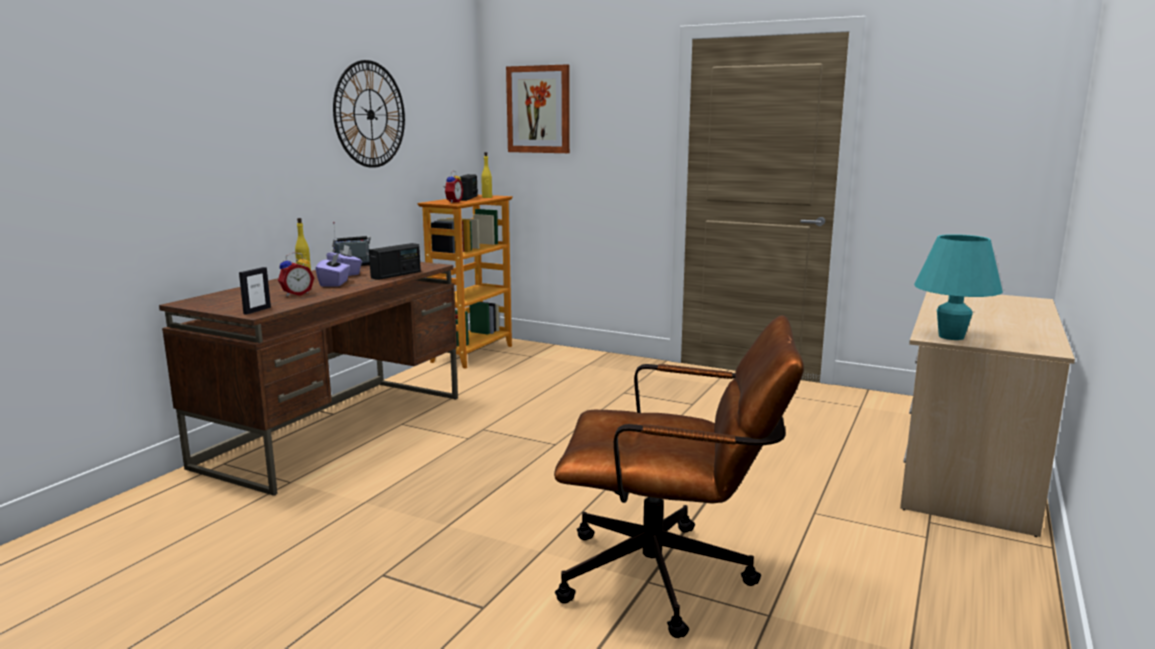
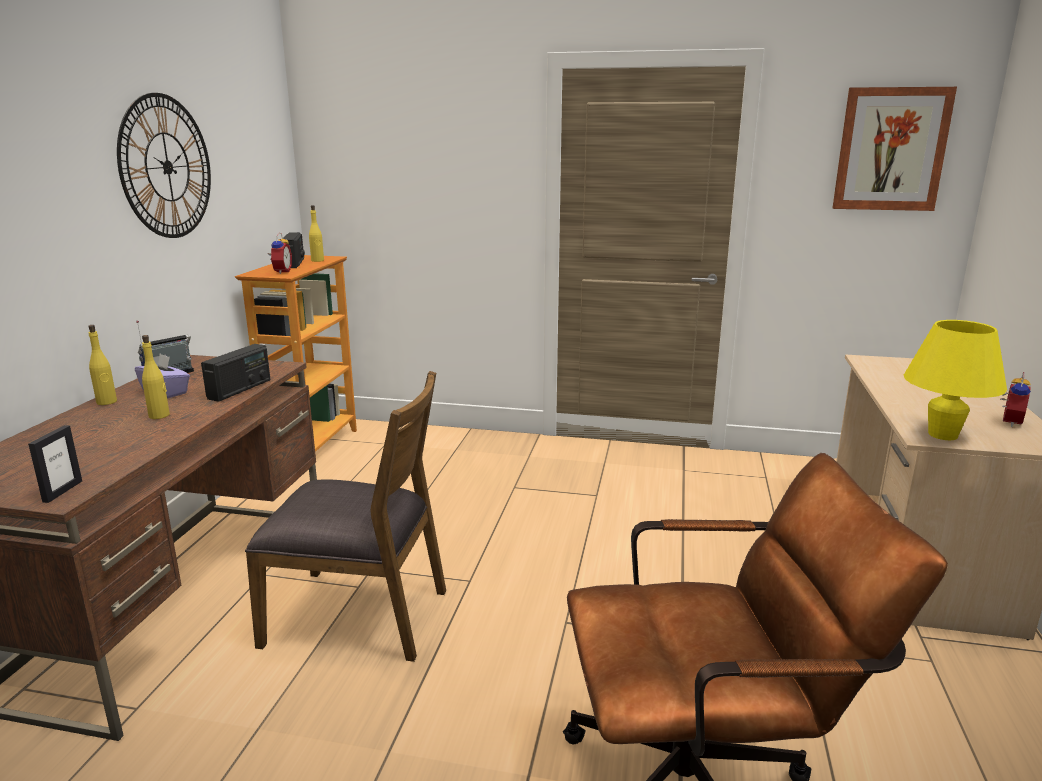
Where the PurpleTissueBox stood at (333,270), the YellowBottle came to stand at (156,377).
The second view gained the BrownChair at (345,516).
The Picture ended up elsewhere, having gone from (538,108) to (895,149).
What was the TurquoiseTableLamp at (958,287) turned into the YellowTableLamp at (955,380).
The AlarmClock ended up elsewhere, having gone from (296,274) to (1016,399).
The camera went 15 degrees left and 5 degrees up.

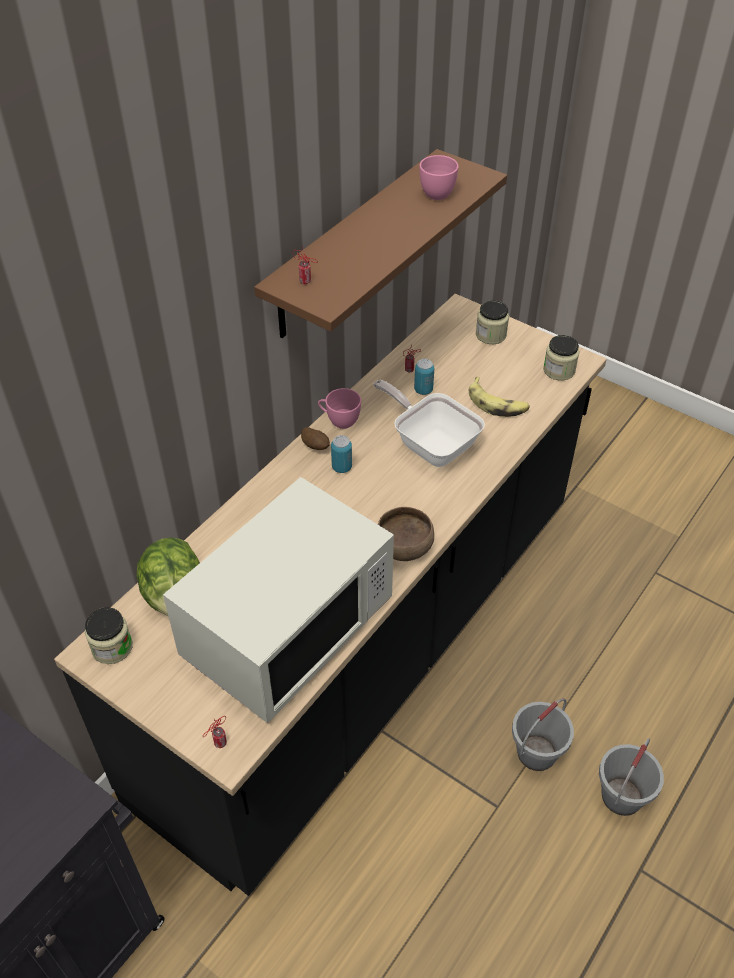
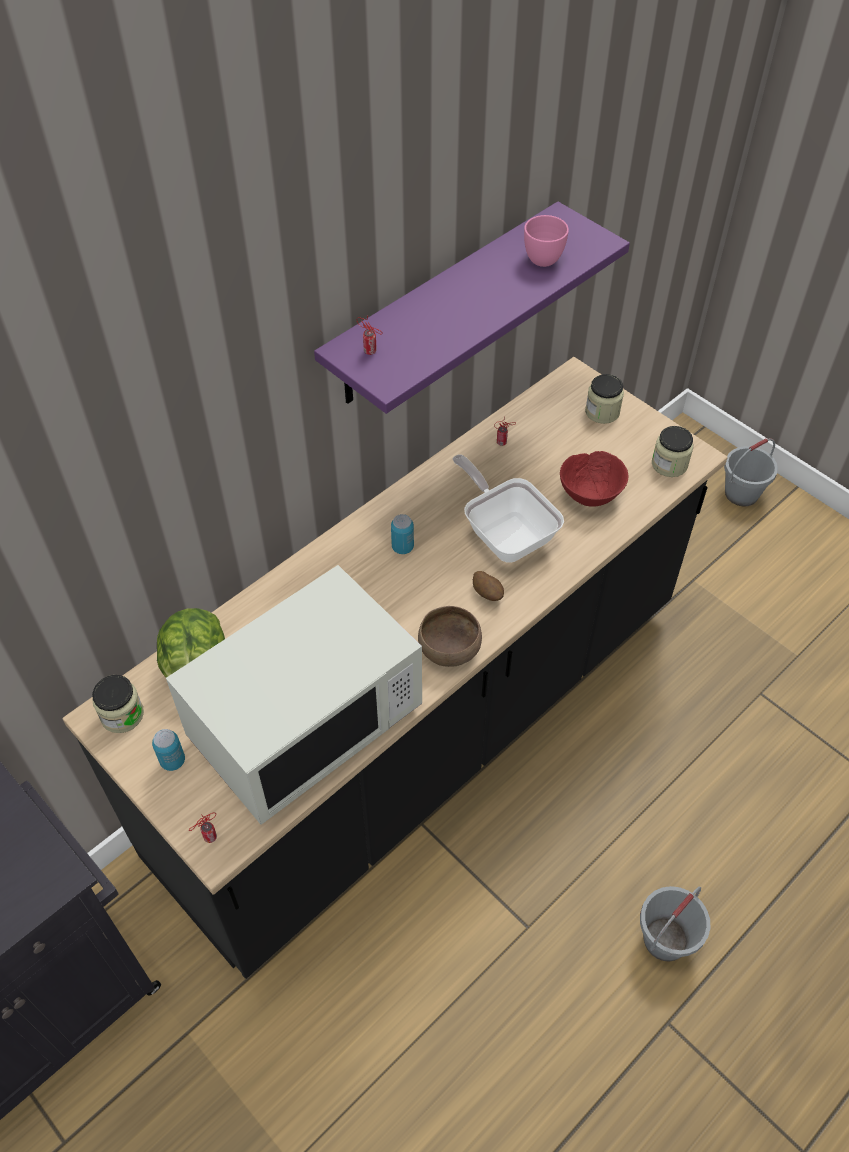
The Can ended up elsewhere, having gone from (424,377) to (168,750).
What was the BrownShelf at (380,243) turned into the PurpleShelf at (472,307).
The Potato ended up elsewhere, having gone from (315,438) to (488,586).
Where the Banana stood at (499,397), the RedBowl came to stand at (594,479).
The GreyBucket ended up elsewhere, having gone from (543,734) to (751,472).
The second view lost the PinkCup at (339,408).
The camera went 10 degrees right and 5 degrees up.

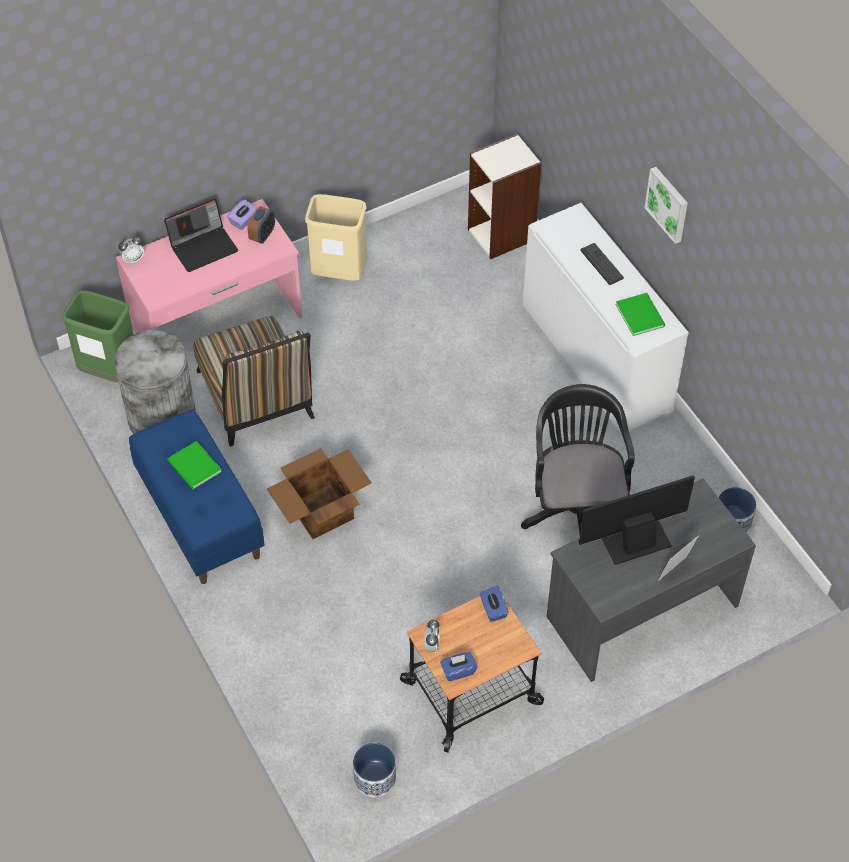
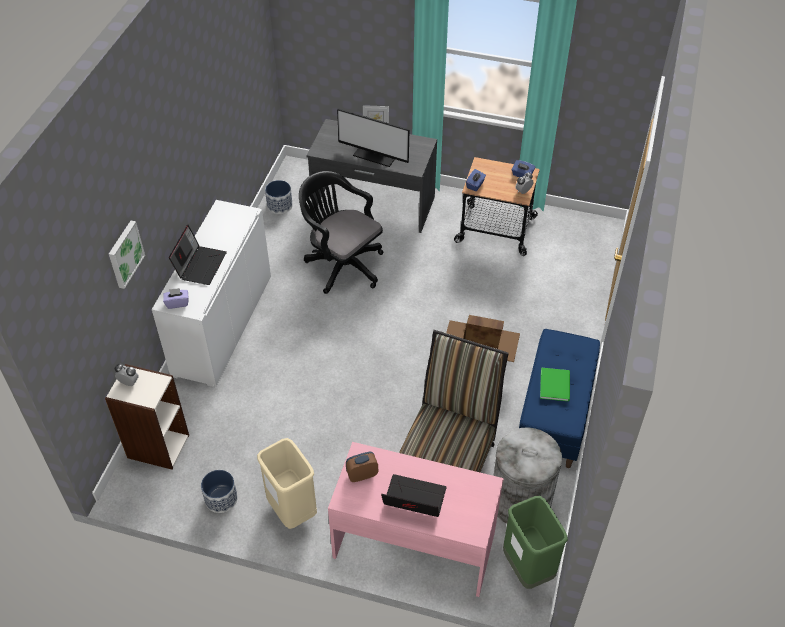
The Picture ended up elsewhere, having gone from (666,205) to (127,255).
The AlarmClock ended up elsewhere, having gone from (131,250) to (127,374).
The PurpleTissueBox ended up elsewhere, having gone from (242,214) to (176,298).
Where the Keyboard stood at (602,264), the Laptop came to stand at (198,255).
The Planter ended up elsewhere, having gone from (374,770) to (219,491).
The BlackOfficeChair at (578,458) ended up facing another way, 90 degrees clockwise from before.
The second view lost the GreenBook at (640,314).
The camera went 135 degrees left and 5 degrees down.

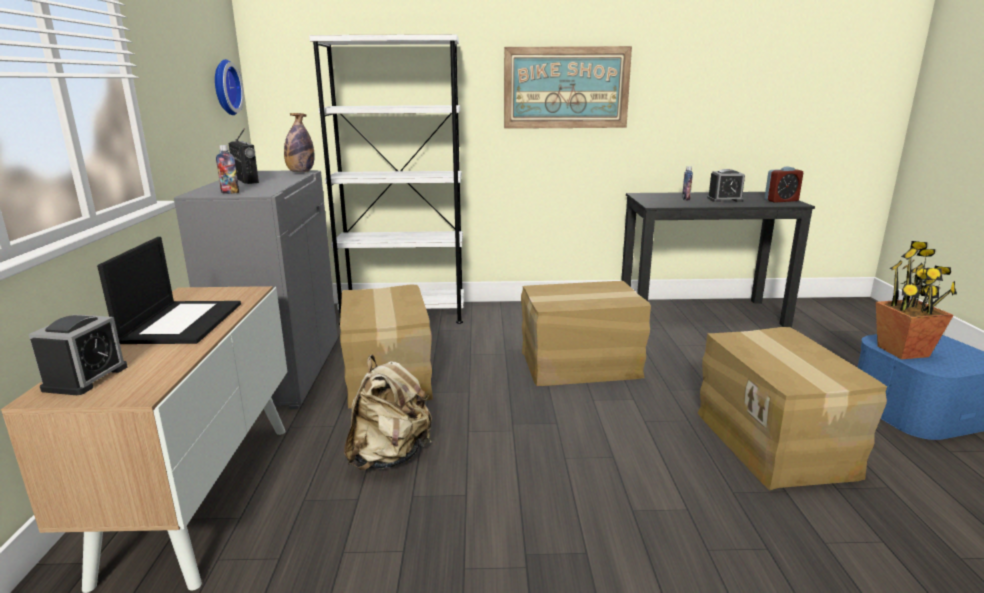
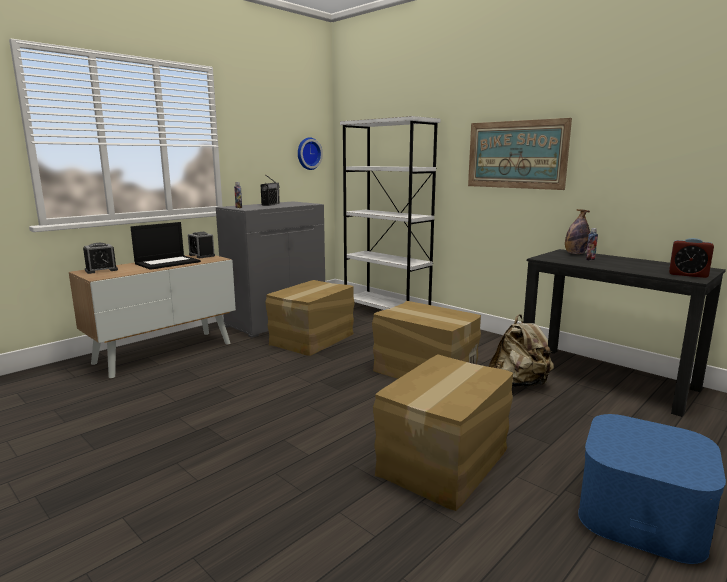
The AlarmClock ended up elsewhere, having gone from (726,185) to (201,245).
The BeigeBackpack ended up elsewhere, having gone from (388,412) to (521,350).
The Bottle ended up elsewhere, having gone from (299,142) to (577,231).
The second view lost the PottedPlant at (916,300).
The camera went 45 degrees right and 5 degrees down.

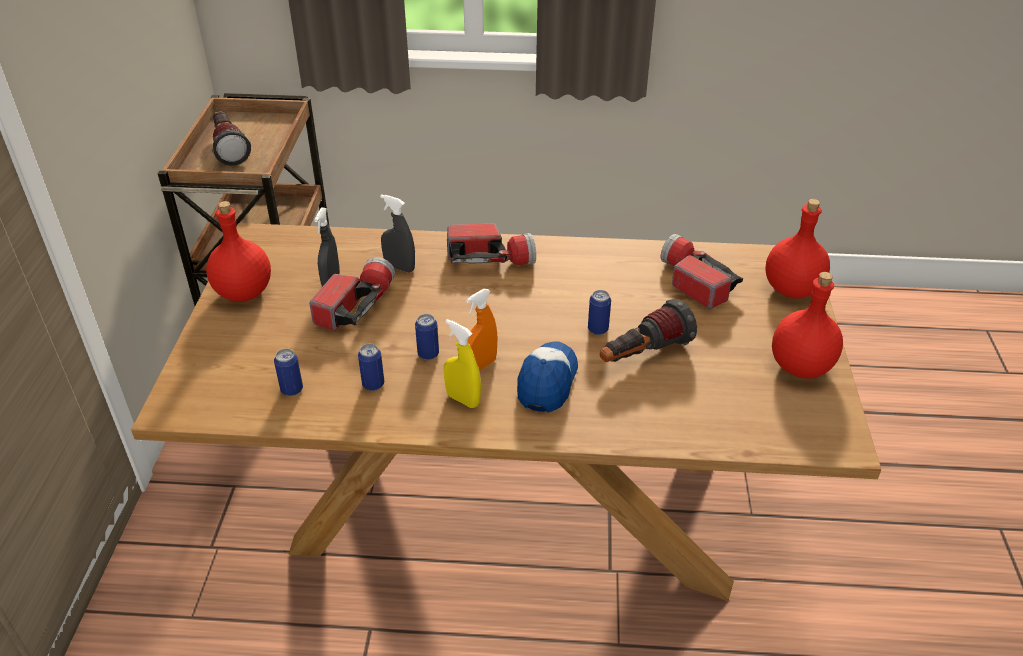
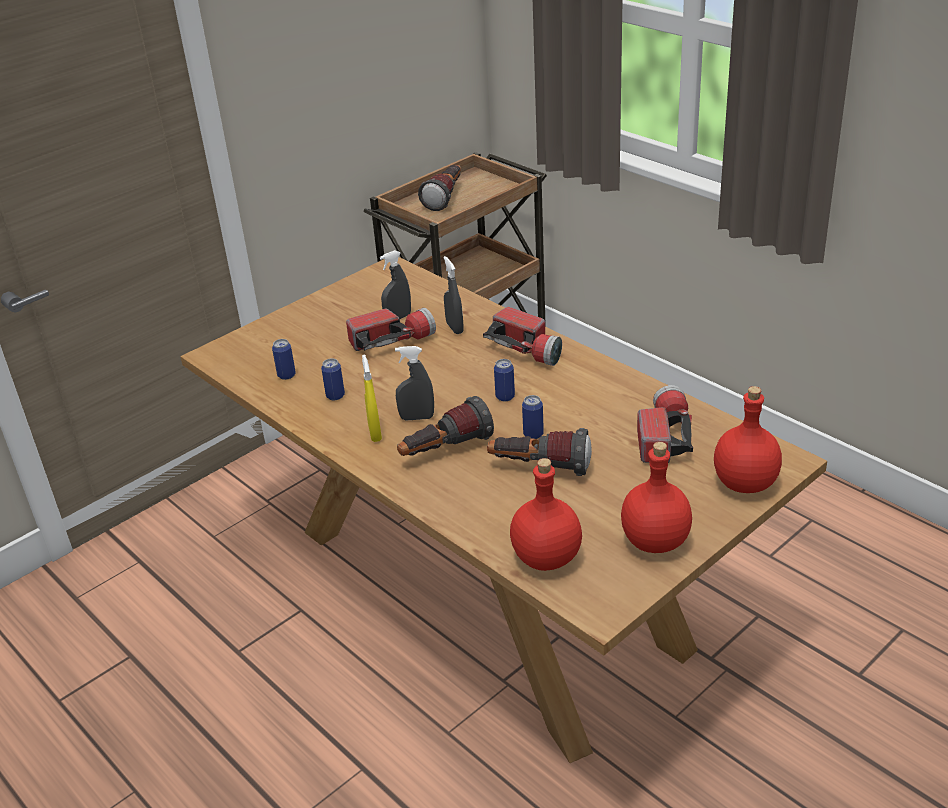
What was the OrangeSprayBottle at (482,330) turned into the GreySprayBottle at (414,383).
Where the Cap stood at (547,377), the Flashlight came to stand at (445,426).
The Can ended up elsewhere, having gone from (427,337) to (504,380).
The RedBottle ended up elsewhere, having gone from (238,251) to (546,514).
The camera went 45 degrees right and 5 degrees down.

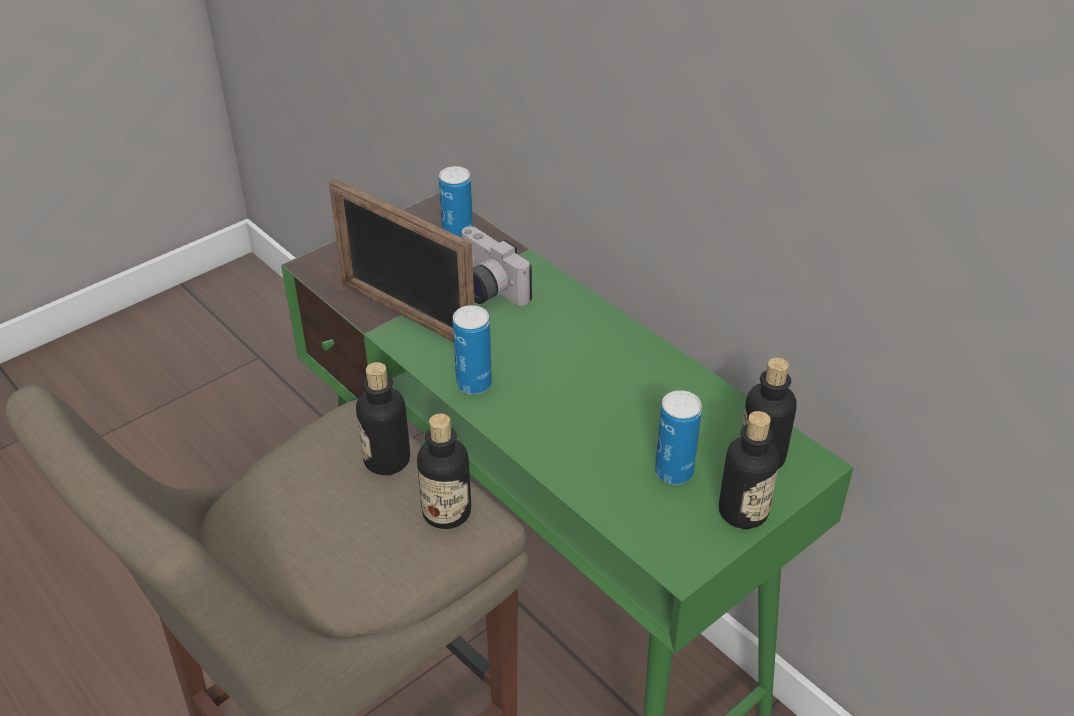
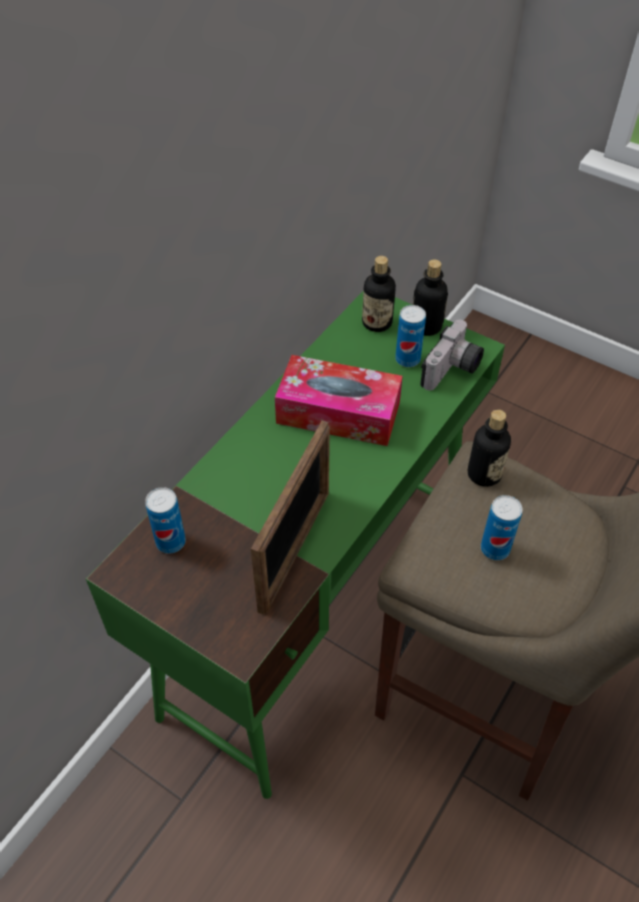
The second view gained the TissueBox at (339,400).
The PhotoCamera ended up elsewhere, having gone from (496,266) to (452,355).
The Can ended up elsewhere, having gone from (472,349) to (502,527).
The second view lost the Bottle at (383,418).
The camera went 105 degrees left and 10 degrees up.

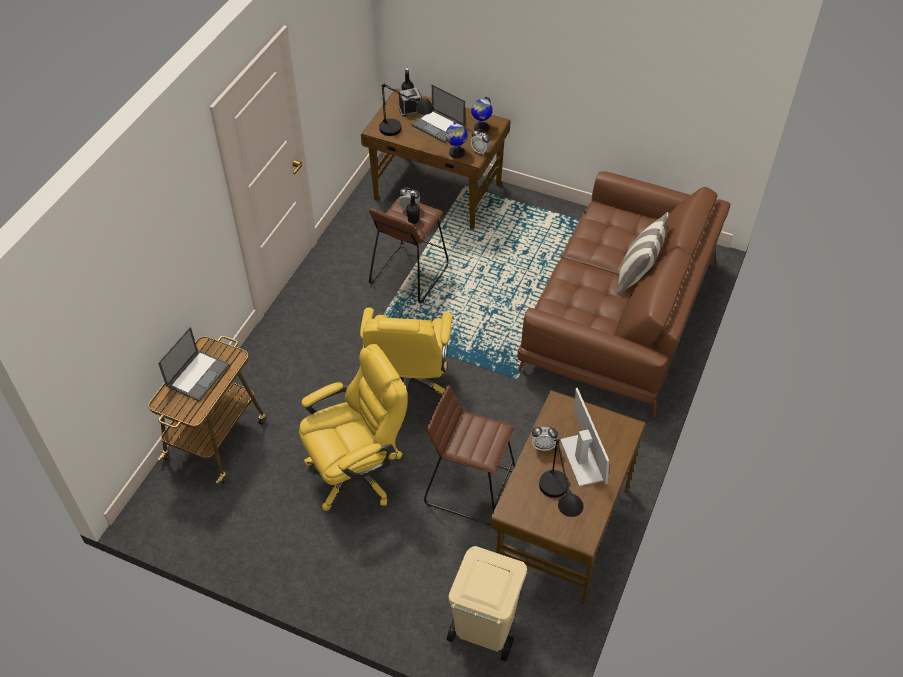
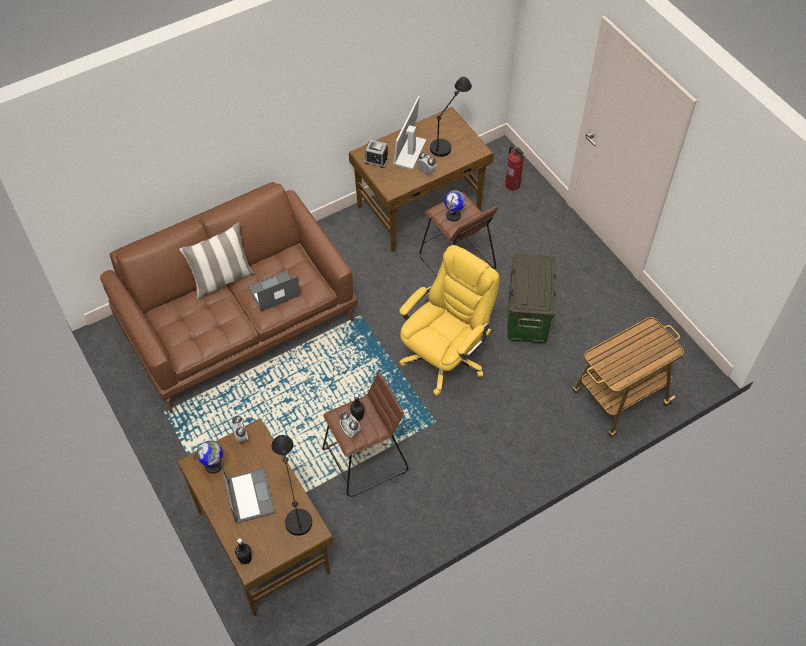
The Laptop ended up elsewhere, having gone from (194,364) to (274,290).
The AlarmClock ended up elsewhere, having gone from (410,102) to (376,154).
The Globe ended up elsewhere, having gone from (457,139) to (454,206).
Where the BeigeTrashCan stood at (487,603), the FireExtinguisher came to stand at (514,168).
Where the YellowOfficeChair stood at (353,427), the StorageBox came to stand at (531,298).
The camera went 145 degrees left and 5 degrees up.

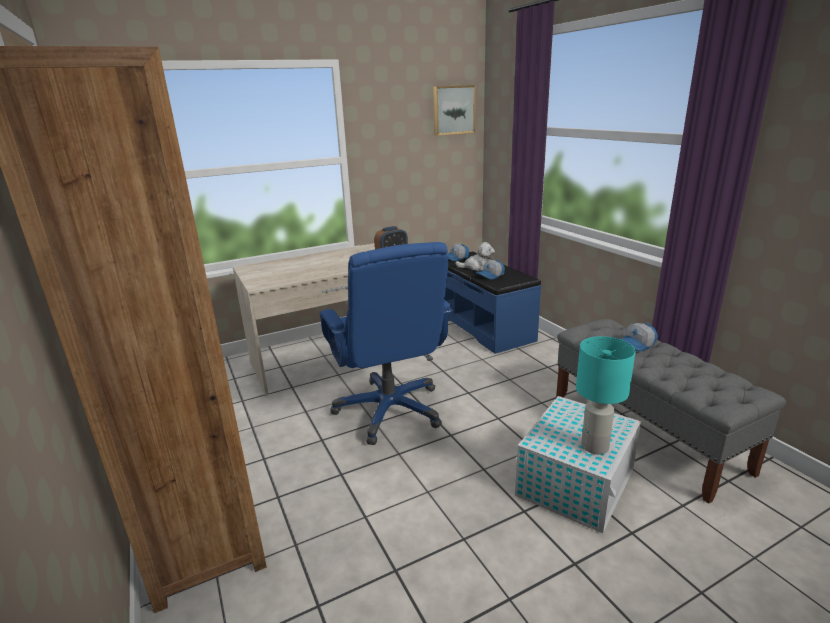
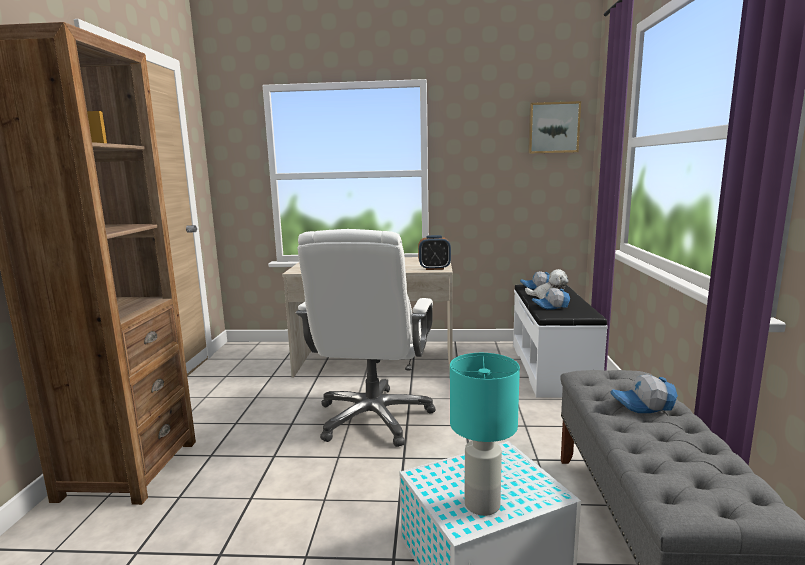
What was the BlueOfficeChair at (386,343) turned into the WhiteOfficeChair at (366,338).
What was the BlueBench at (493,302) turned into the WhiteBench at (560,341).
The camera went 30 degrees right and 10 degrees down.

